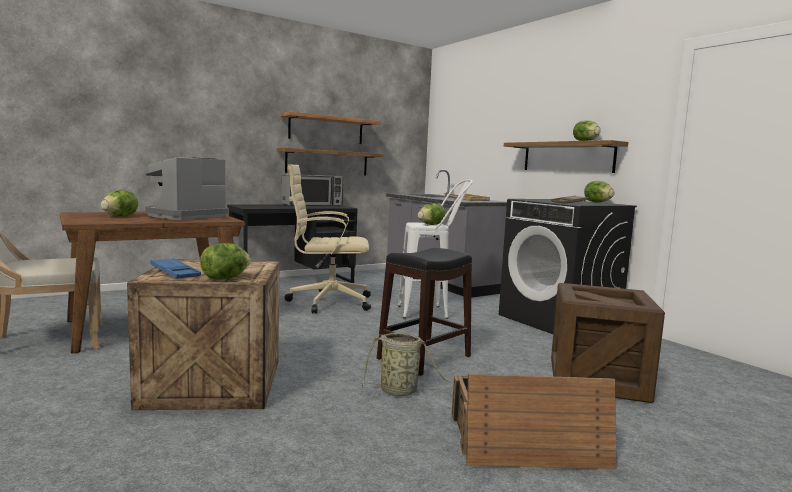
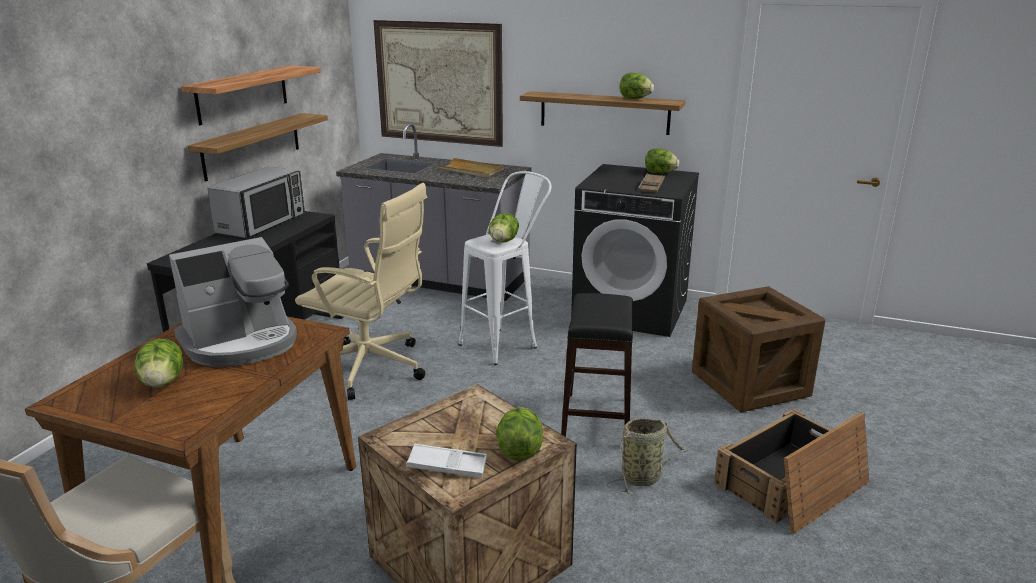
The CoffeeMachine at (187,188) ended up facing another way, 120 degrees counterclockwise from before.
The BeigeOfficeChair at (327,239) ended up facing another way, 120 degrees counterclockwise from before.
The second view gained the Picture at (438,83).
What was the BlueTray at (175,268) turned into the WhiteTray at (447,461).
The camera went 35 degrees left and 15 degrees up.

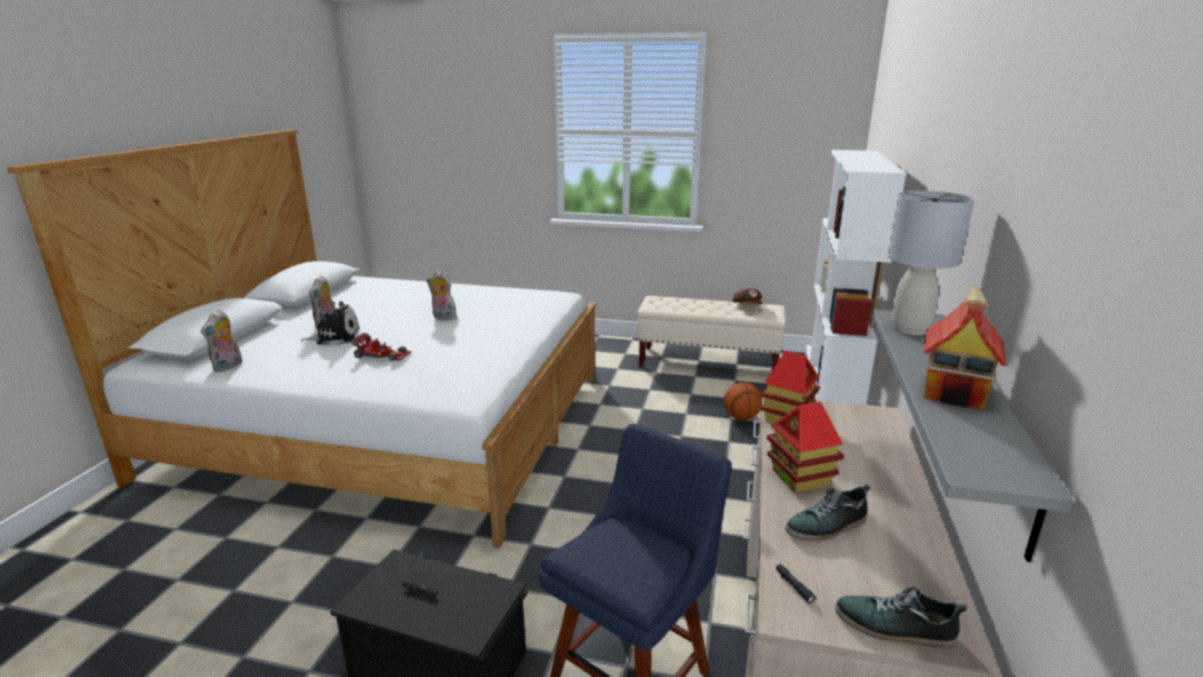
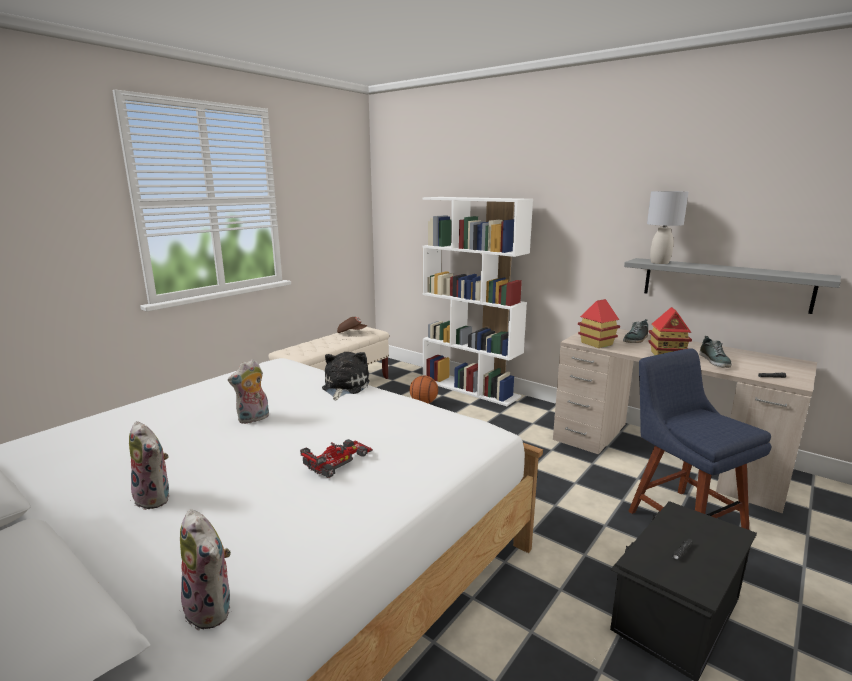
The PlushToy ended up elsewhere, having gone from (330,323) to (346,376).
The Shoe ended up elsewhere, having gone from (901,617) to (635,331).
The second view lost the ToyHouse at (964,347).
The camera went 65 degrees left and 5 degrees down.

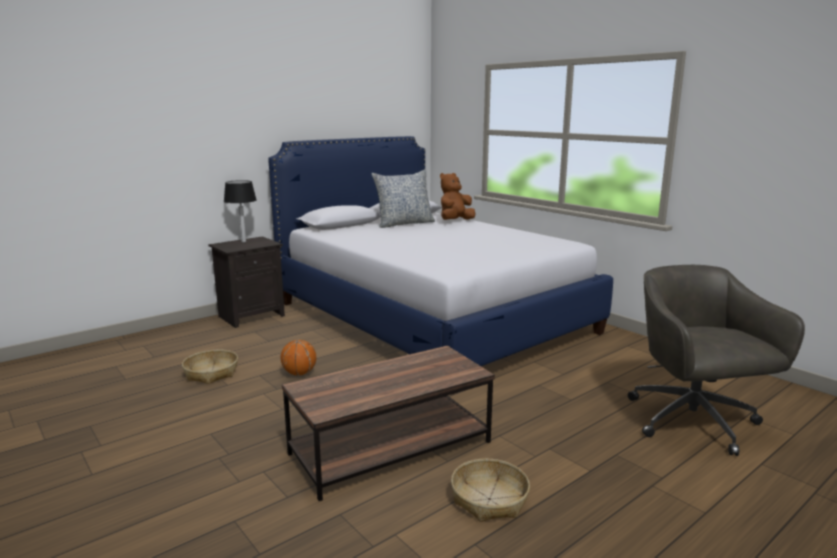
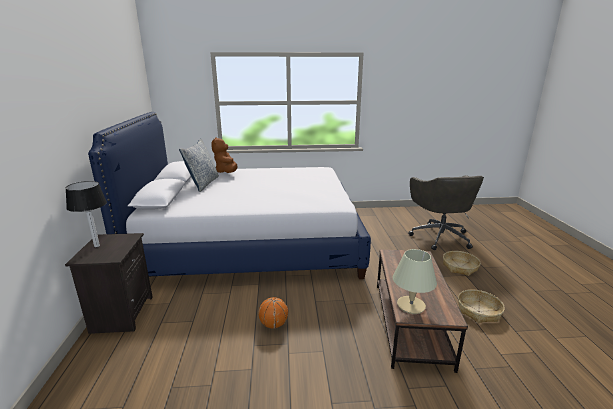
The second view gained the BeigeTableLamp at (414,281).
The GreyOfficeChair at (716,360) ended up facing another way, 120 degrees counterclockwise from before.
The Basket ended up elsewhere, having gone from (210,367) to (462,263).
The camera went 55 degrees left and 5 degrees up.

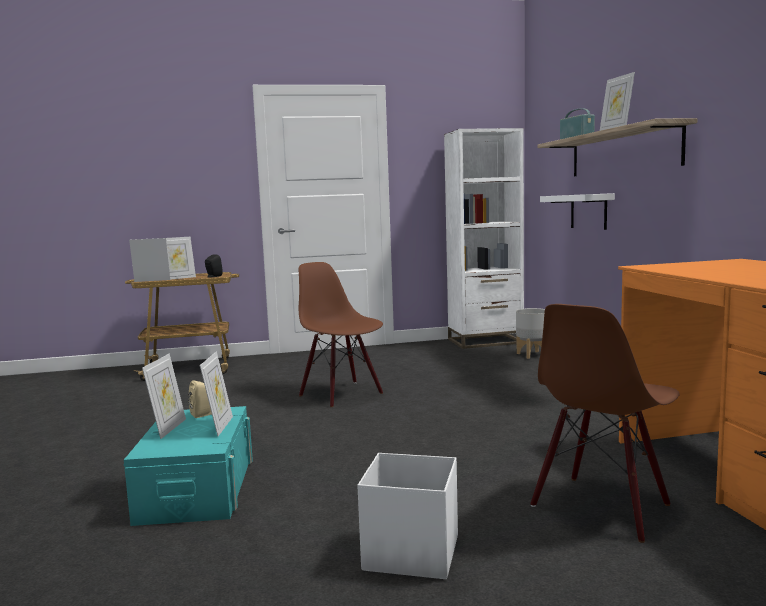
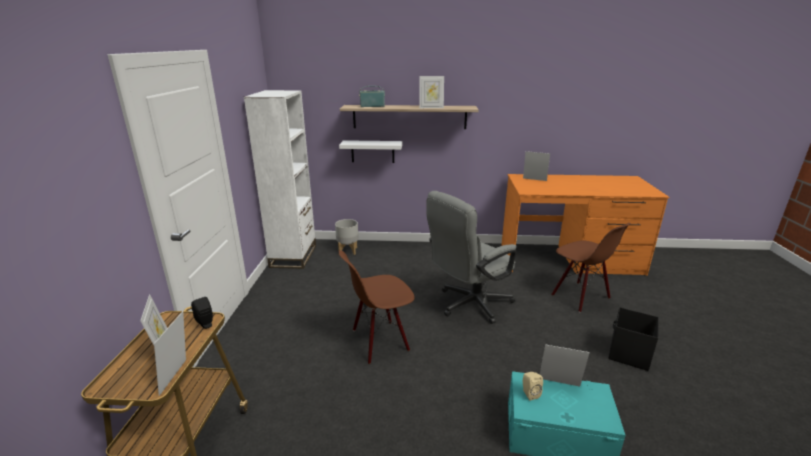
The second view gained the GreyOfficeChair at (471,257).
The PictureFrame ended up elsewhere, having gone from (164,396) to (536,166).
What was the WhiteStorageBox at (407,516) turned into the BlackStorageBox at (633,339).
The camera went 75 degrees left and 15 degrees up.

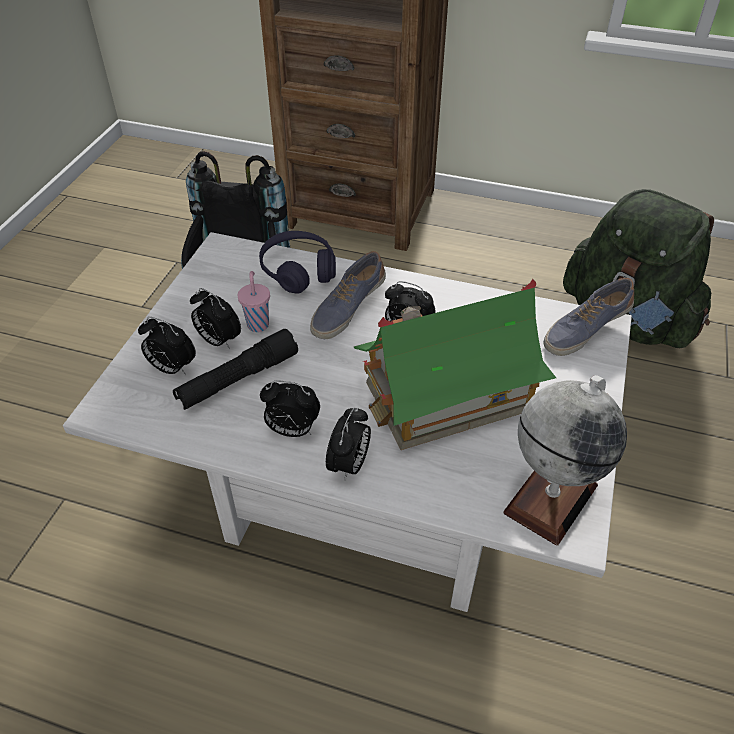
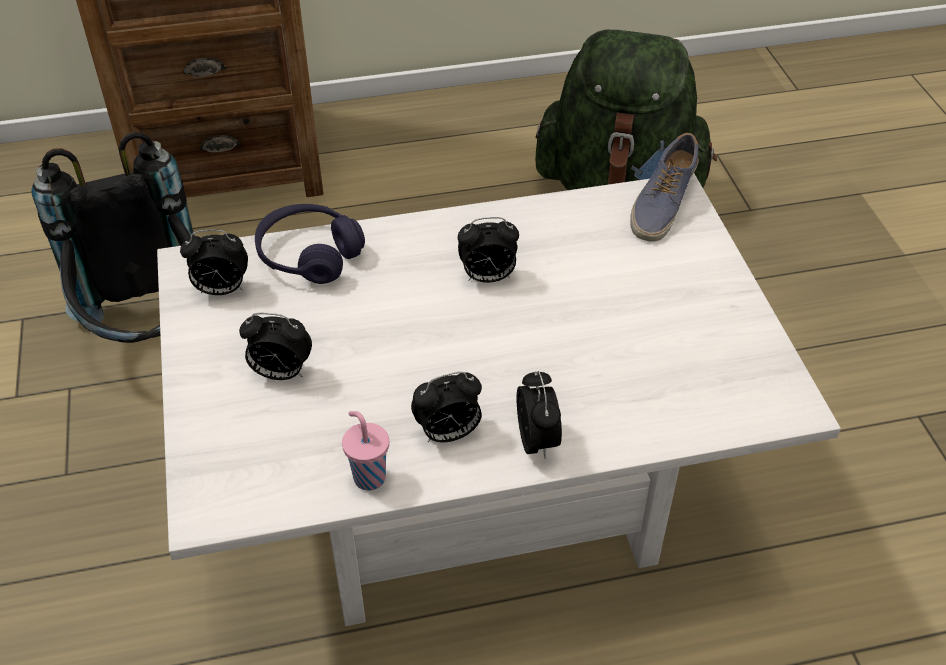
The AlarmClock ended up elsewhere, having gone from (167,346) to (214,262).
The PinkCup ended up elsewhere, having gone from (253,301) to (365,451).
The second view lost the BlackFlashlight at (235,369).
The second view lost the Shoe at (348,295).
The second view lost the ToyHouse at (455,364).
The second view lost the Globe at (565,460).
The camera went 30 degrees left and 0 degrees up.

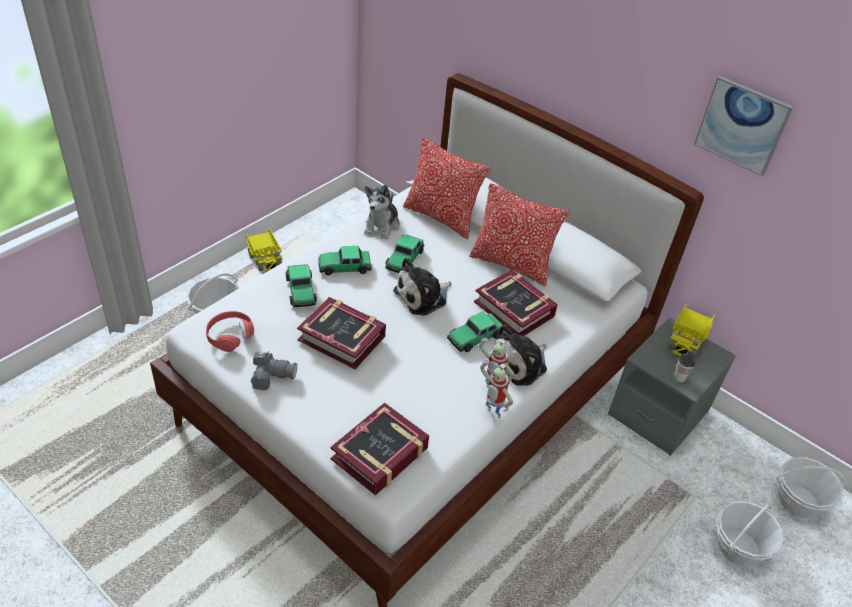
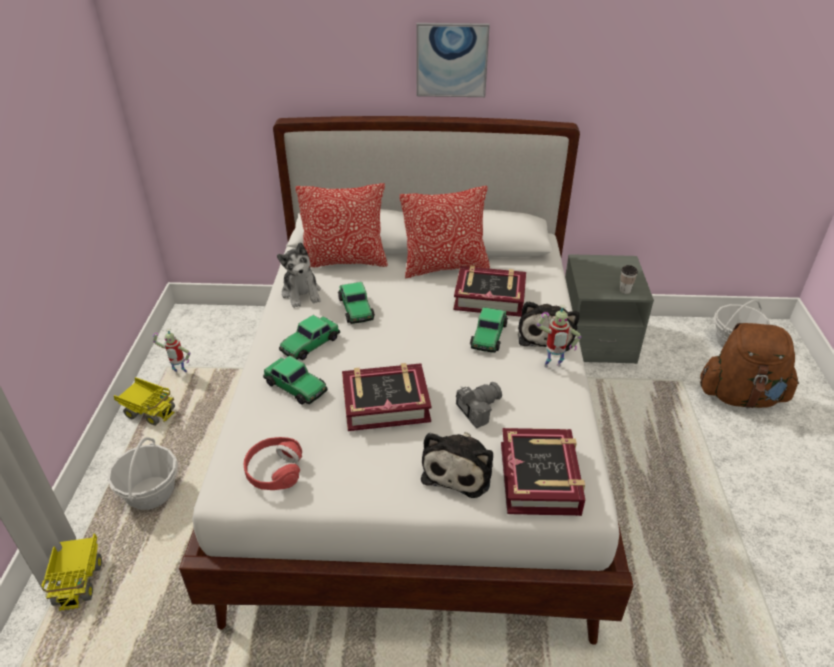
The ToyTruck ended up elsewhere, having gone from (691,331) to (71,572).
The ToyRobot ended up elsewhere, having gone from (496,389) to (171,351).
The Picture ended up elsewhere, having gone from (743,126) to (453,60).
The PlushToy ended up elsewhere, having gone from (422,287) to (457,465).
The PhotoCamera ended up elsewhere, having gone from (274,370) to (479,405).
Where the Basket stood at (750,533), the BrownBackpack came to stand at (749,365).
The camera went 35 degrees left and 5 degrees down.

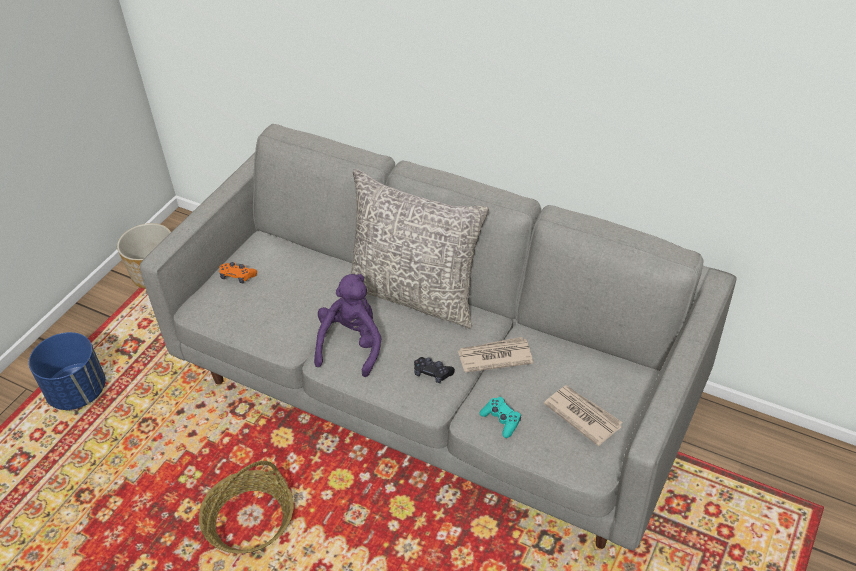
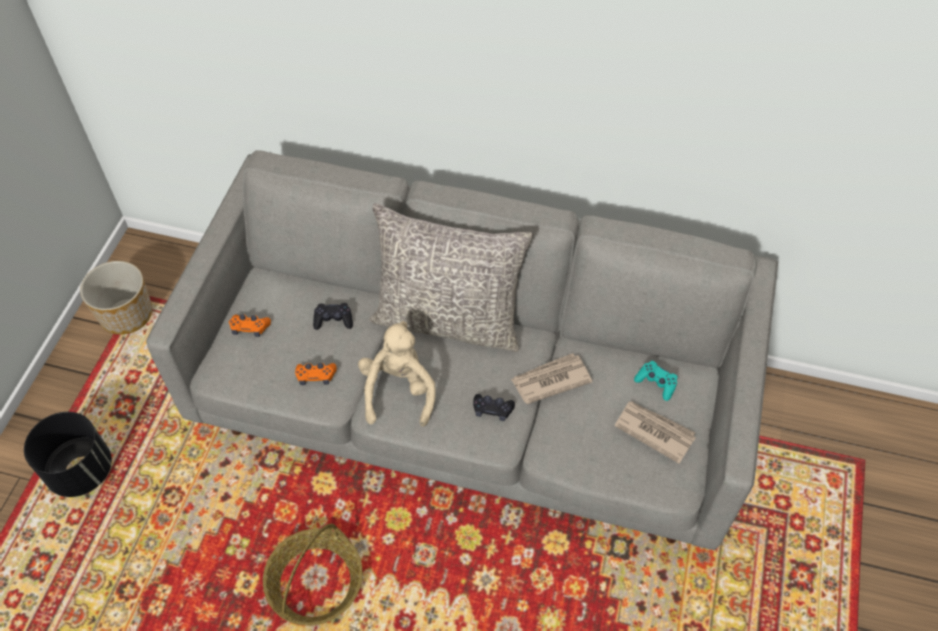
What was the BluePlanter at (67,371) turned into the BlackPlanter at (68,454).
The second view gained the OrangeGameController at (316,374).
The second view gained the BlackGameController at (333,316).
What was the PurplePlushToy at (348,325) turned into the BeigePlushToy at (397,373).
The TurquoiseGameController ended up elsewhere, having gone from (500,417) to (656,381).
The camera went 15 degrees left and 10 degrees up.

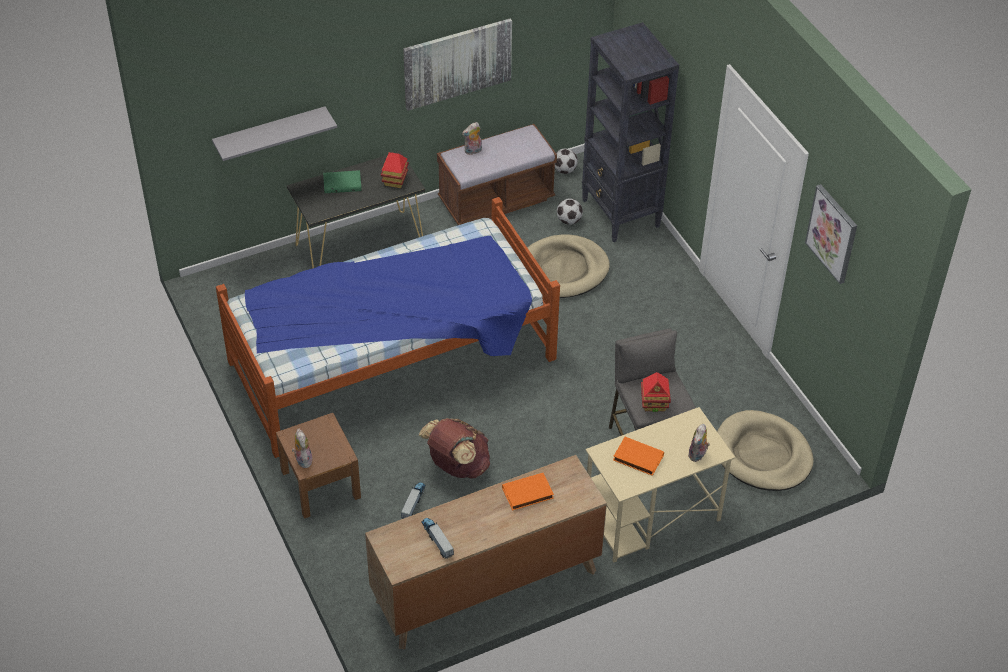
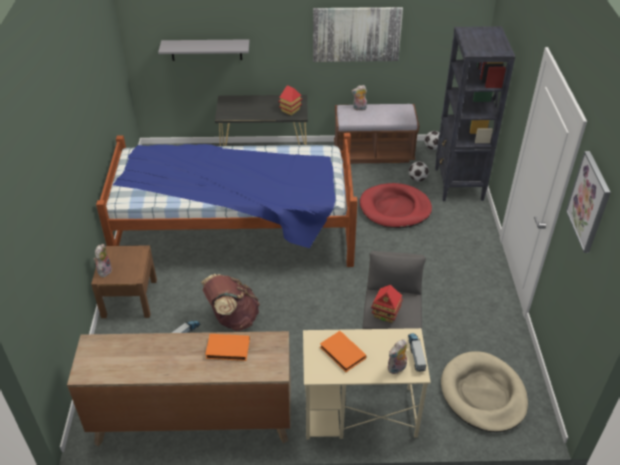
What was the BeigeDogBed at (568,266) turned into the RedDogBed at (396,205).
The ToyTruck ended up elsewhere, having gone from (437,538) to (417,352).
The second view lost the GreenBook at (342,181).
The camera went 25 degrees right and 5 degrees down.

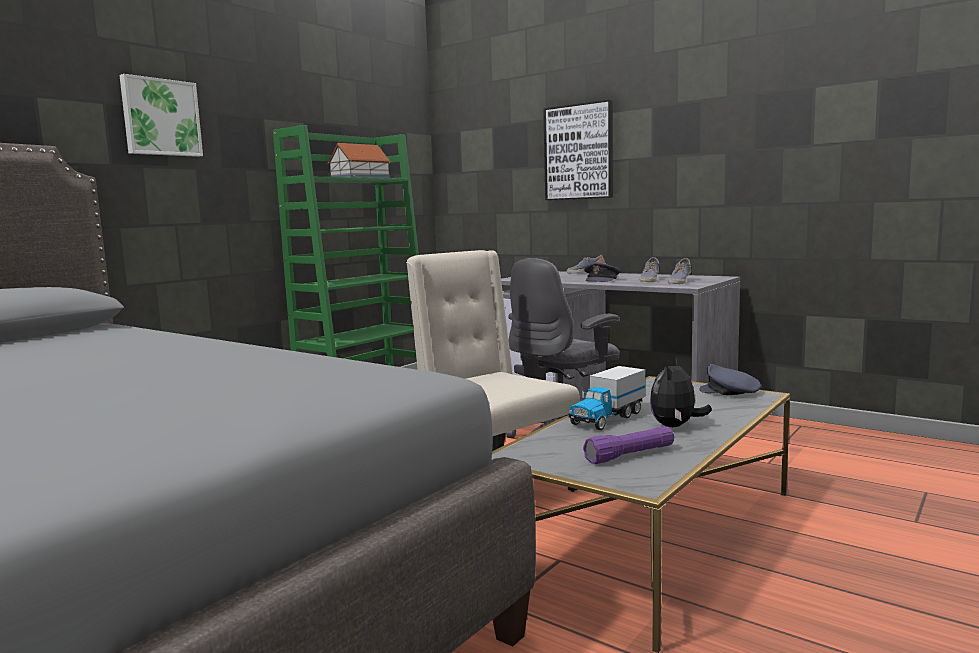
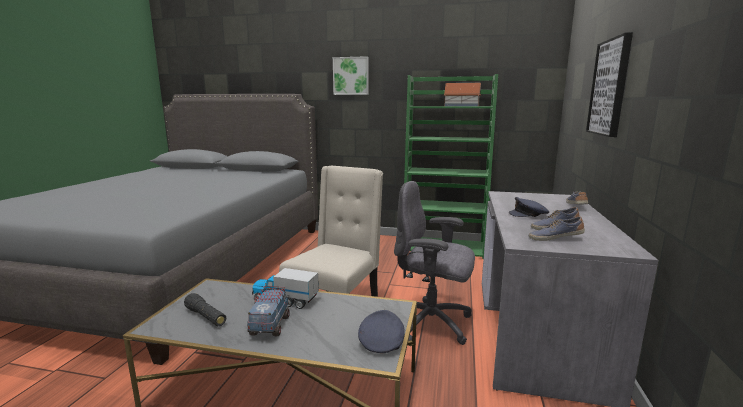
What was the PurpleFlashlight at (628,445) turned into the BlackFlashlight at (205,309).
Where the PlushToy stood at (681,392), the ToyTruck came to stand at (268,311).
The camera went 65 degrees right and 5 degrees up.

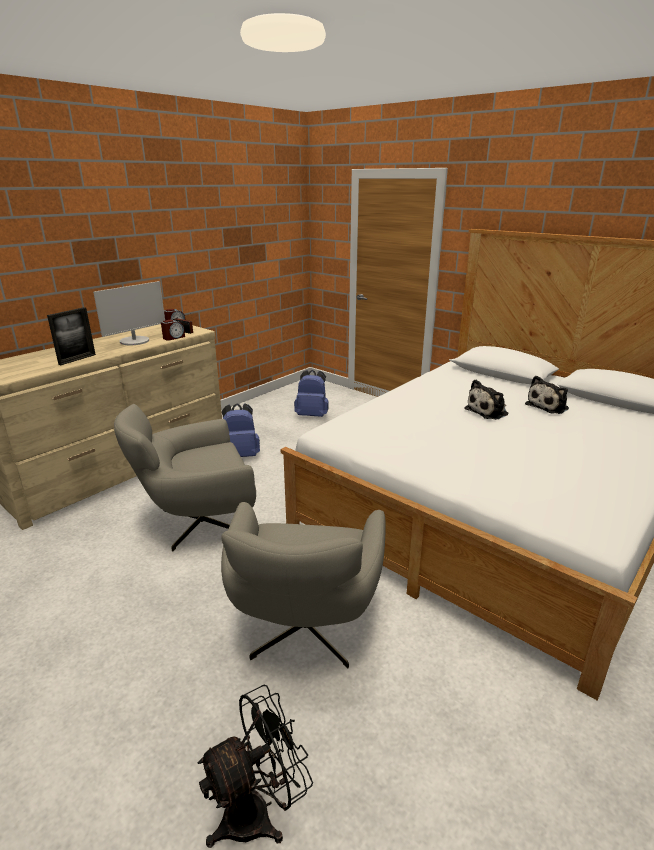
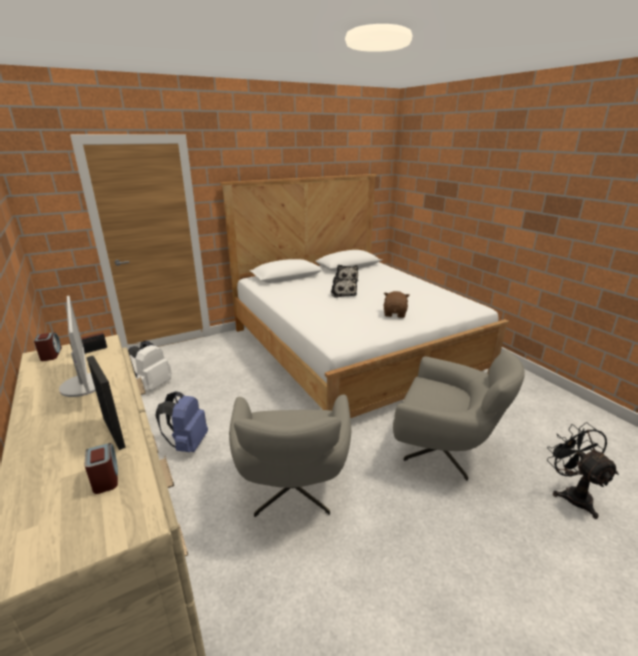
The AlarmClock ended up elsewhere, having gone from (173,330) to (101,468).
What was the BlueBackpack at (311,393) turned into the WhiteBackpack at (150,366).
The second view gained the BrownPlushToy at (397,304).
The camera went 70 degrees left and 0 degrees up.

